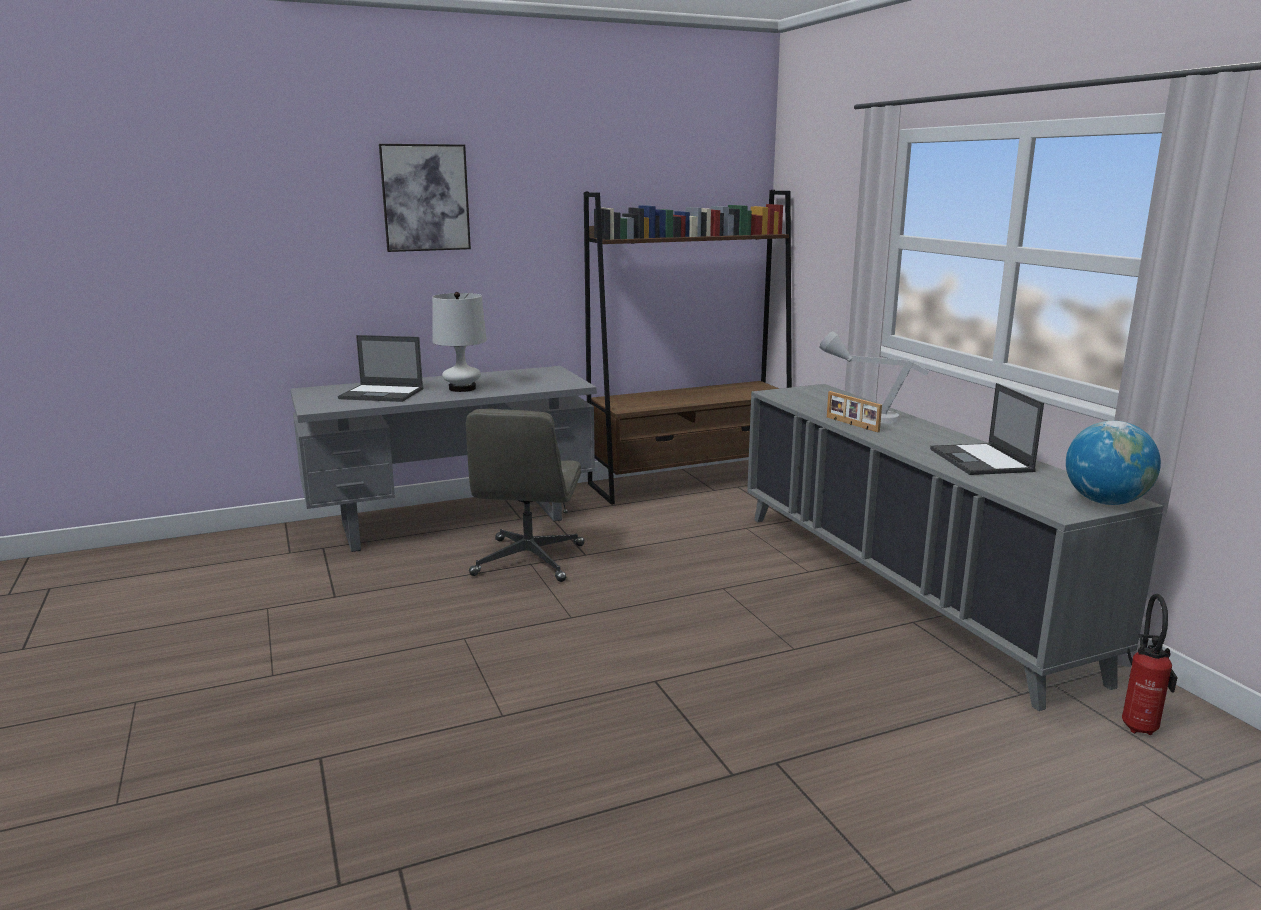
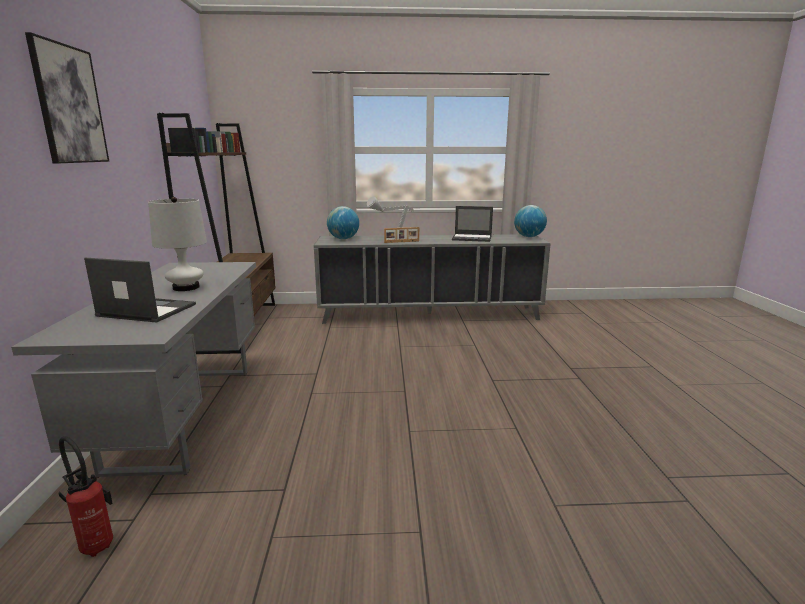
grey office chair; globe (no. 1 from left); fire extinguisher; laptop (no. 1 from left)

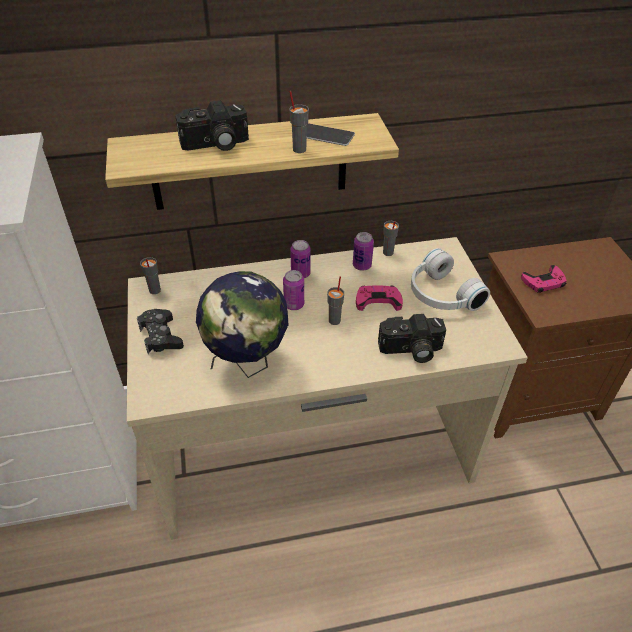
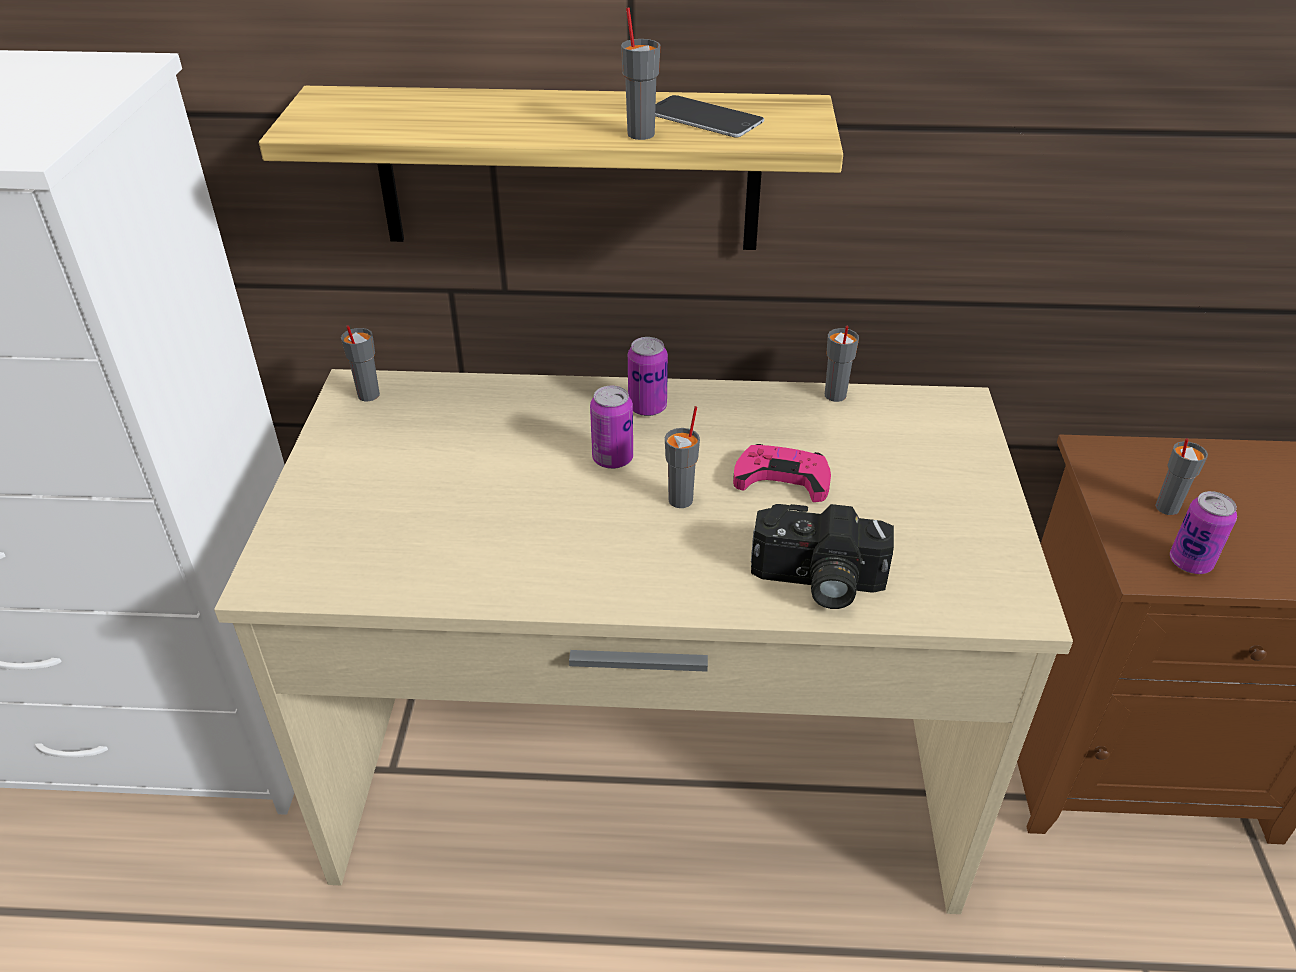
black game controller; photo camera (no. 1 from left in the first image); globe; white headphones; can (no. 3 from left); grey cup (no. 5 from left)

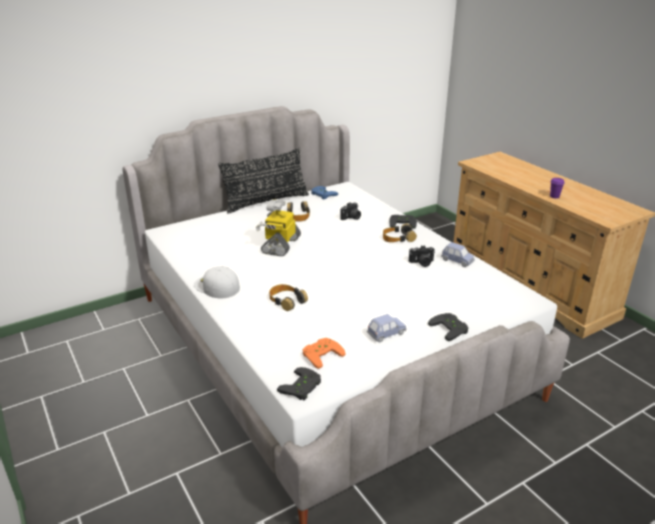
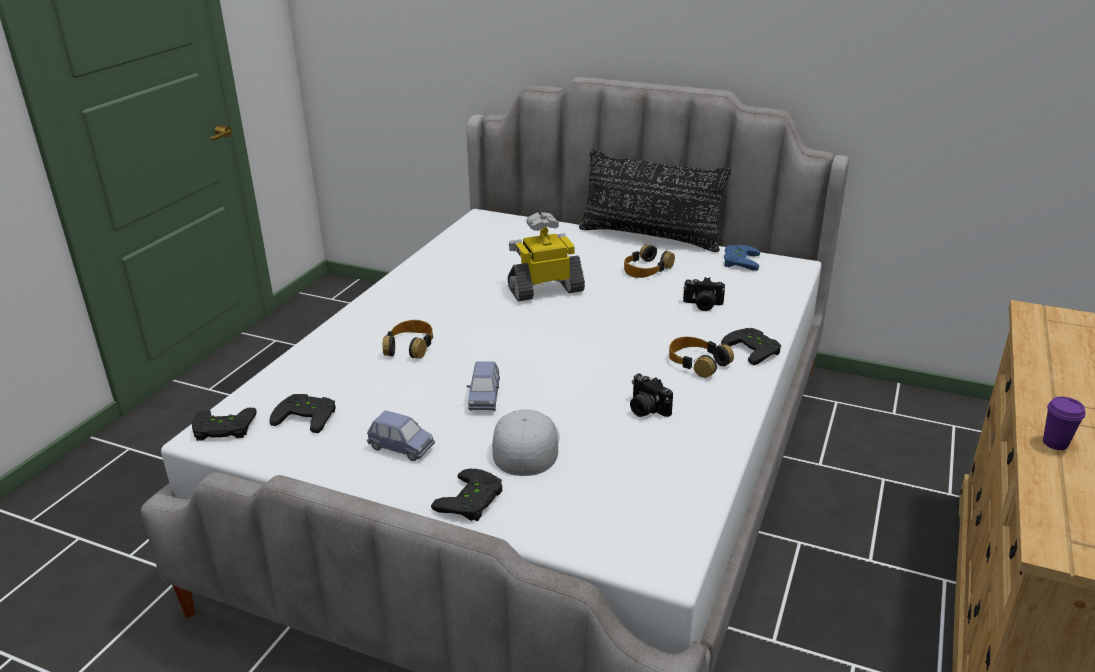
white cap; blue toy car (no. 2 from left); black game controller (no. 2 from left)

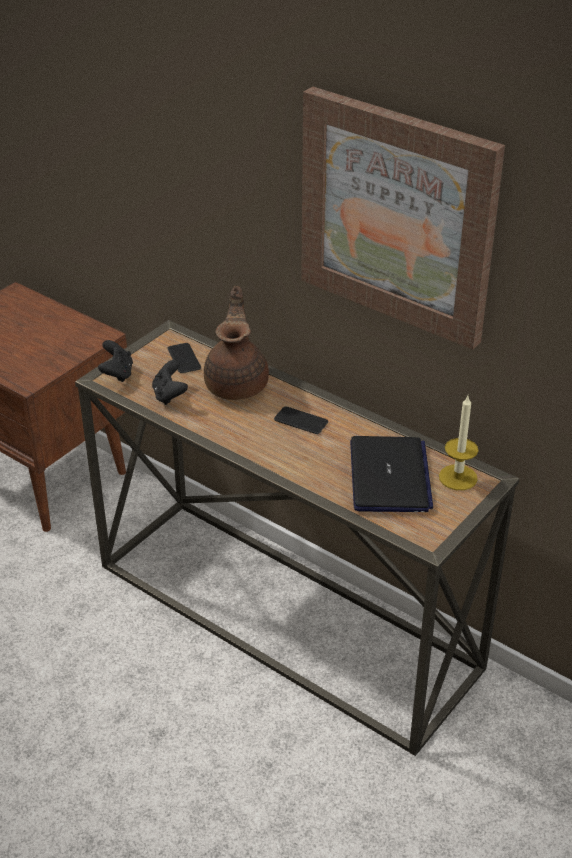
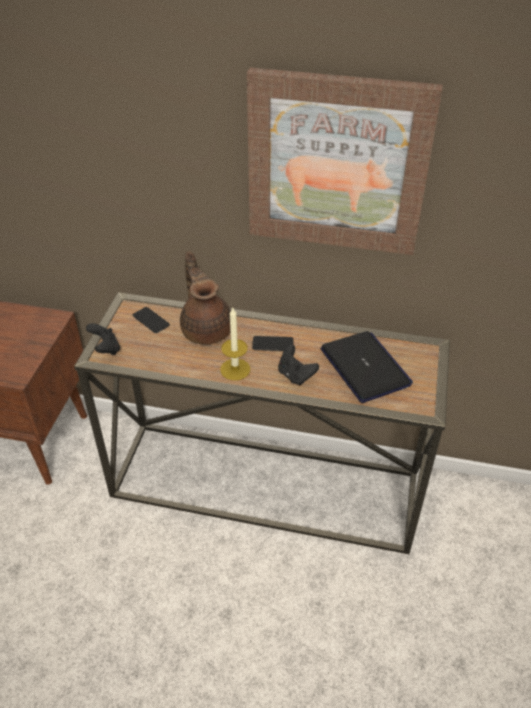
black game controller (no. 2 from left); candle

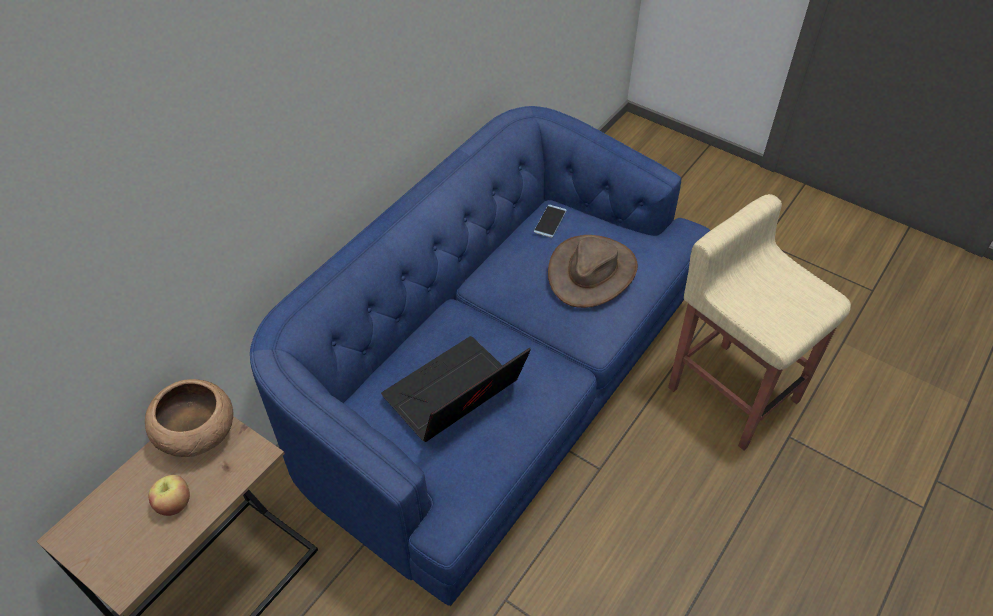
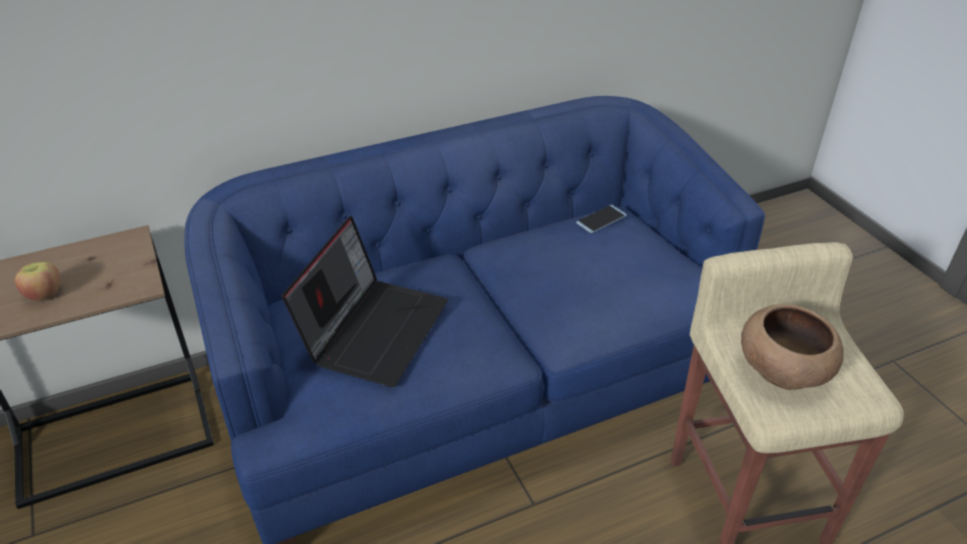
brown hat; brown bowl; laptop

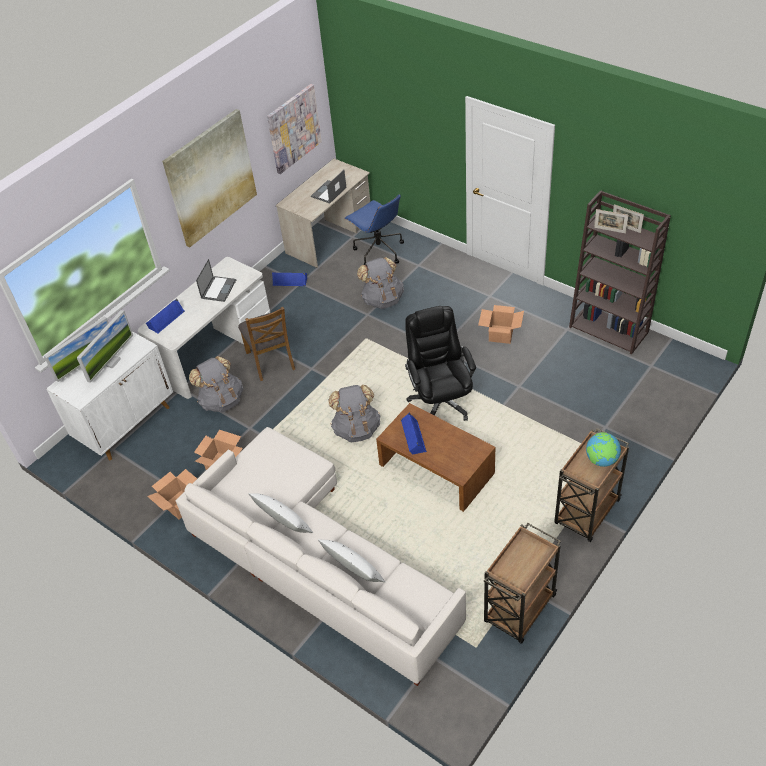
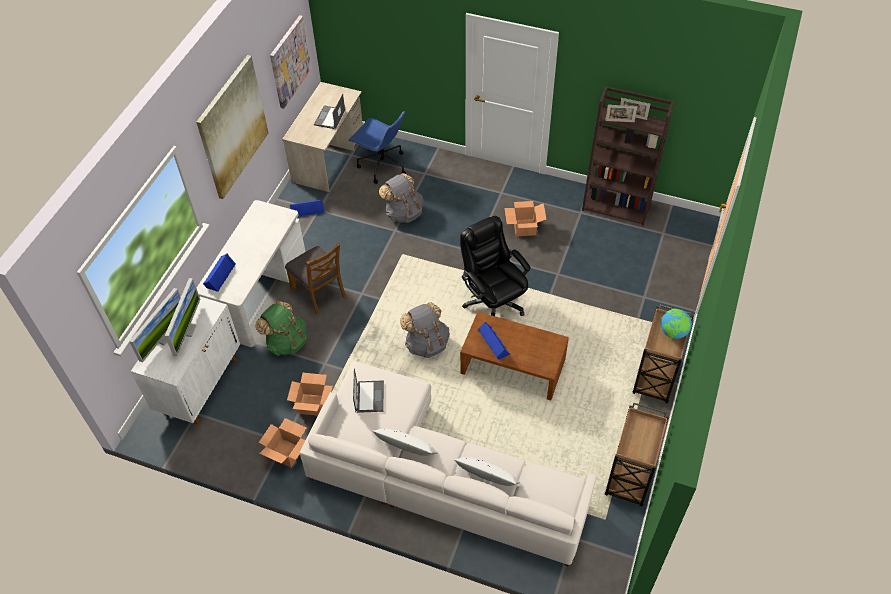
laptop (no. 2 from left); green backpack

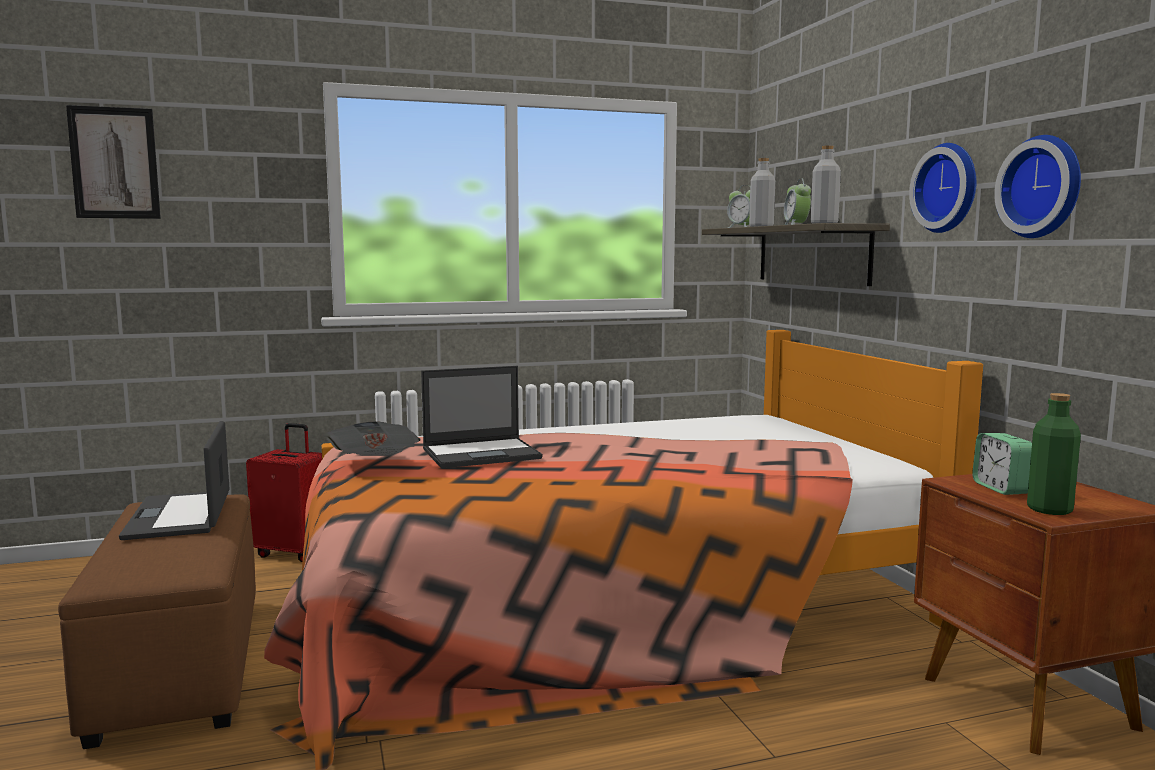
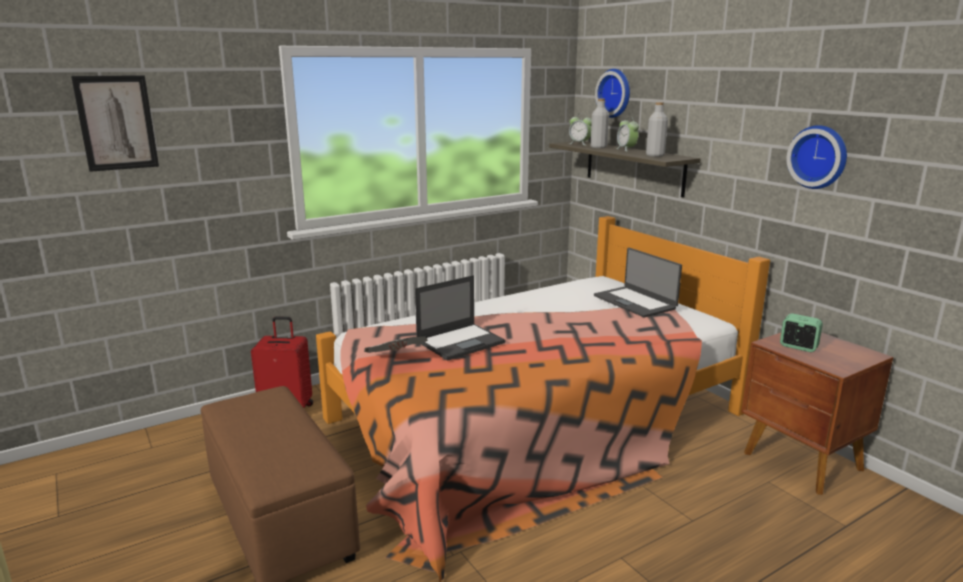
green bottle; laptop (no. 2 from left); wall clock (no. 1 from left); alarm clock (no. 3 from left)

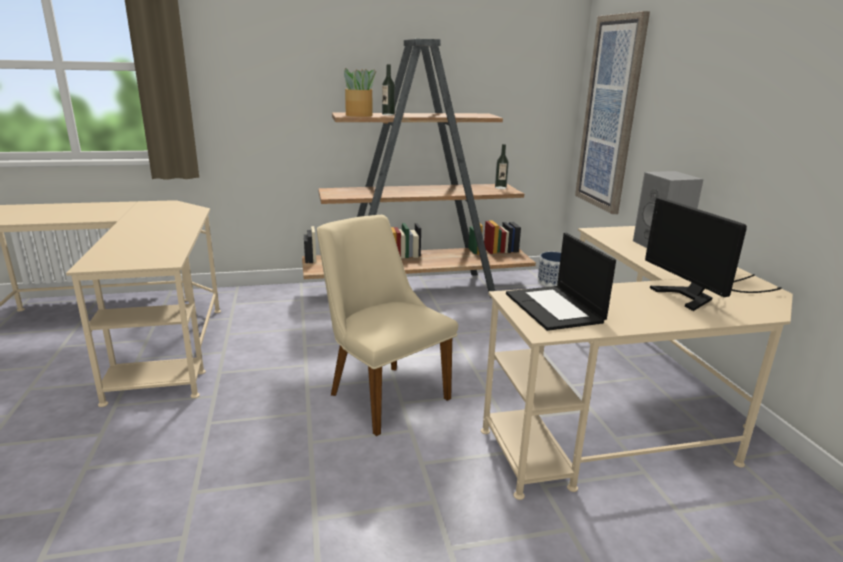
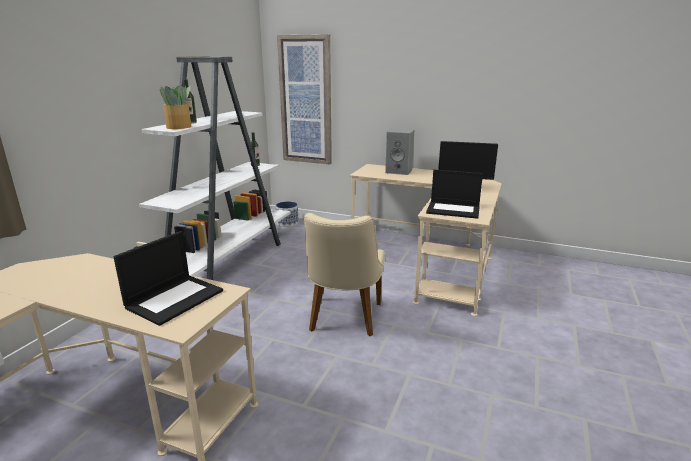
laptop (no. 1 from left); white bookcase; beige chair

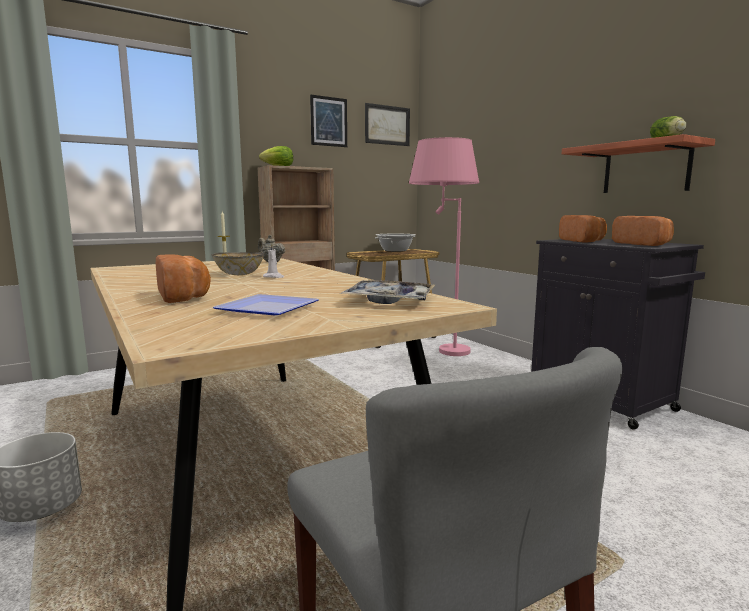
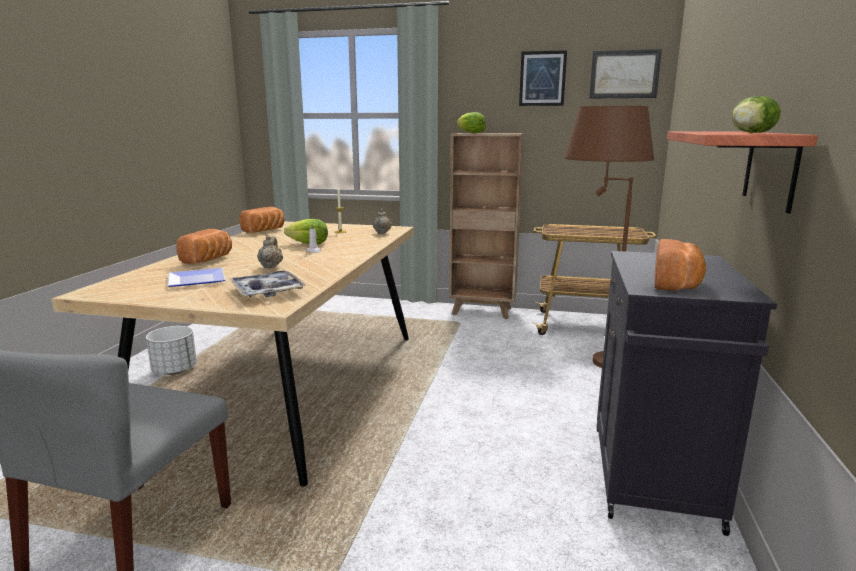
cooking pot; beige teapot (no. 1 from left); bread (no. 2 from left); lettuce (no. 1 from left); brown floor lamp

